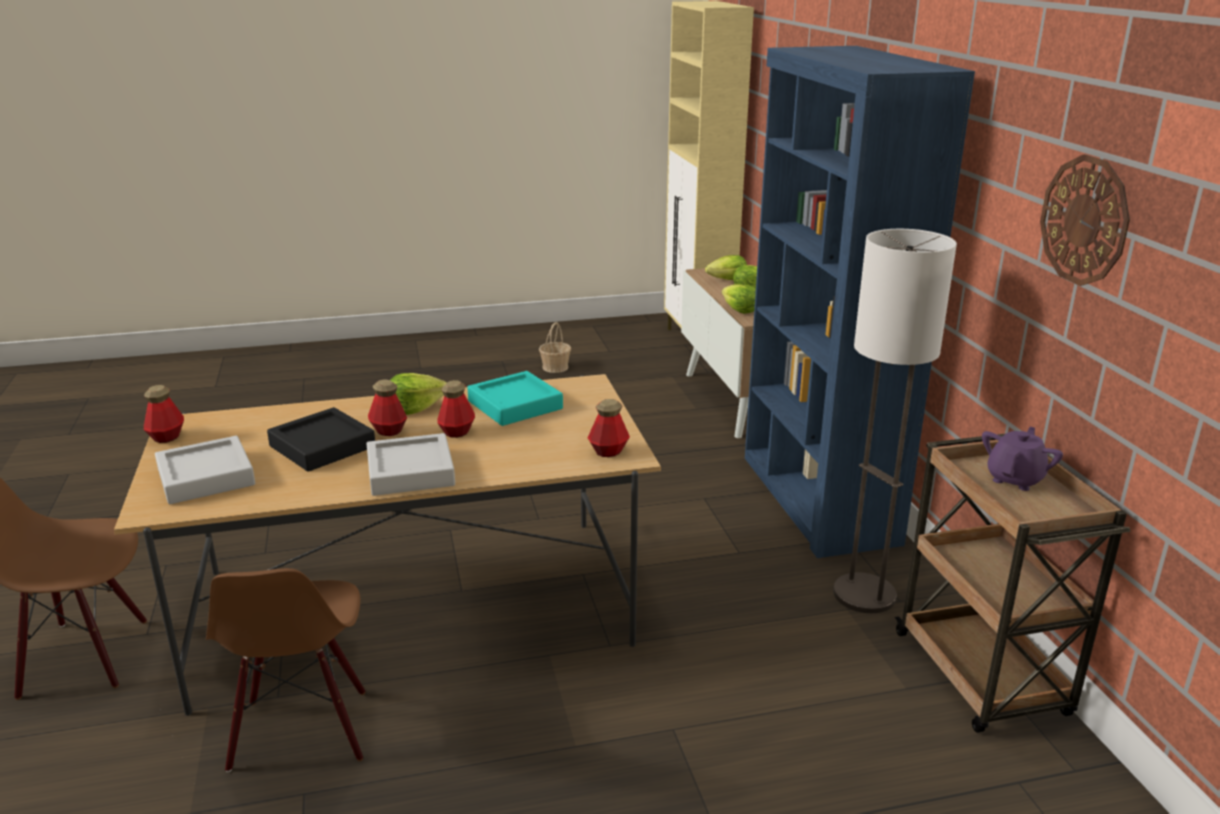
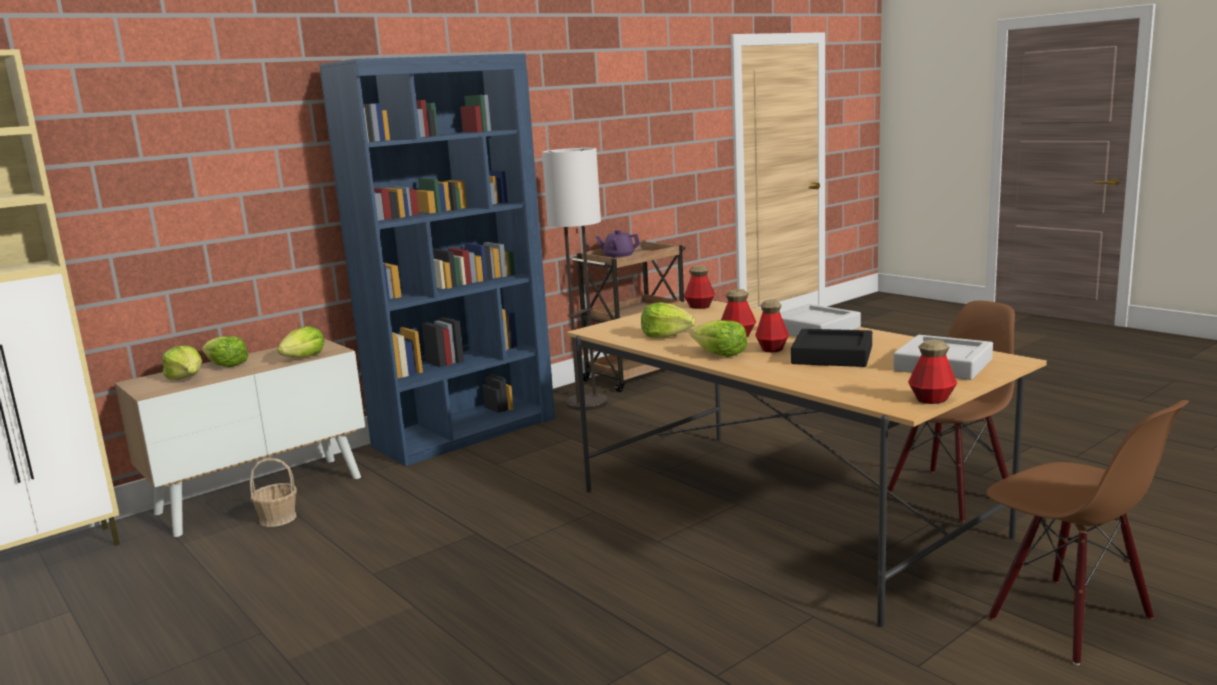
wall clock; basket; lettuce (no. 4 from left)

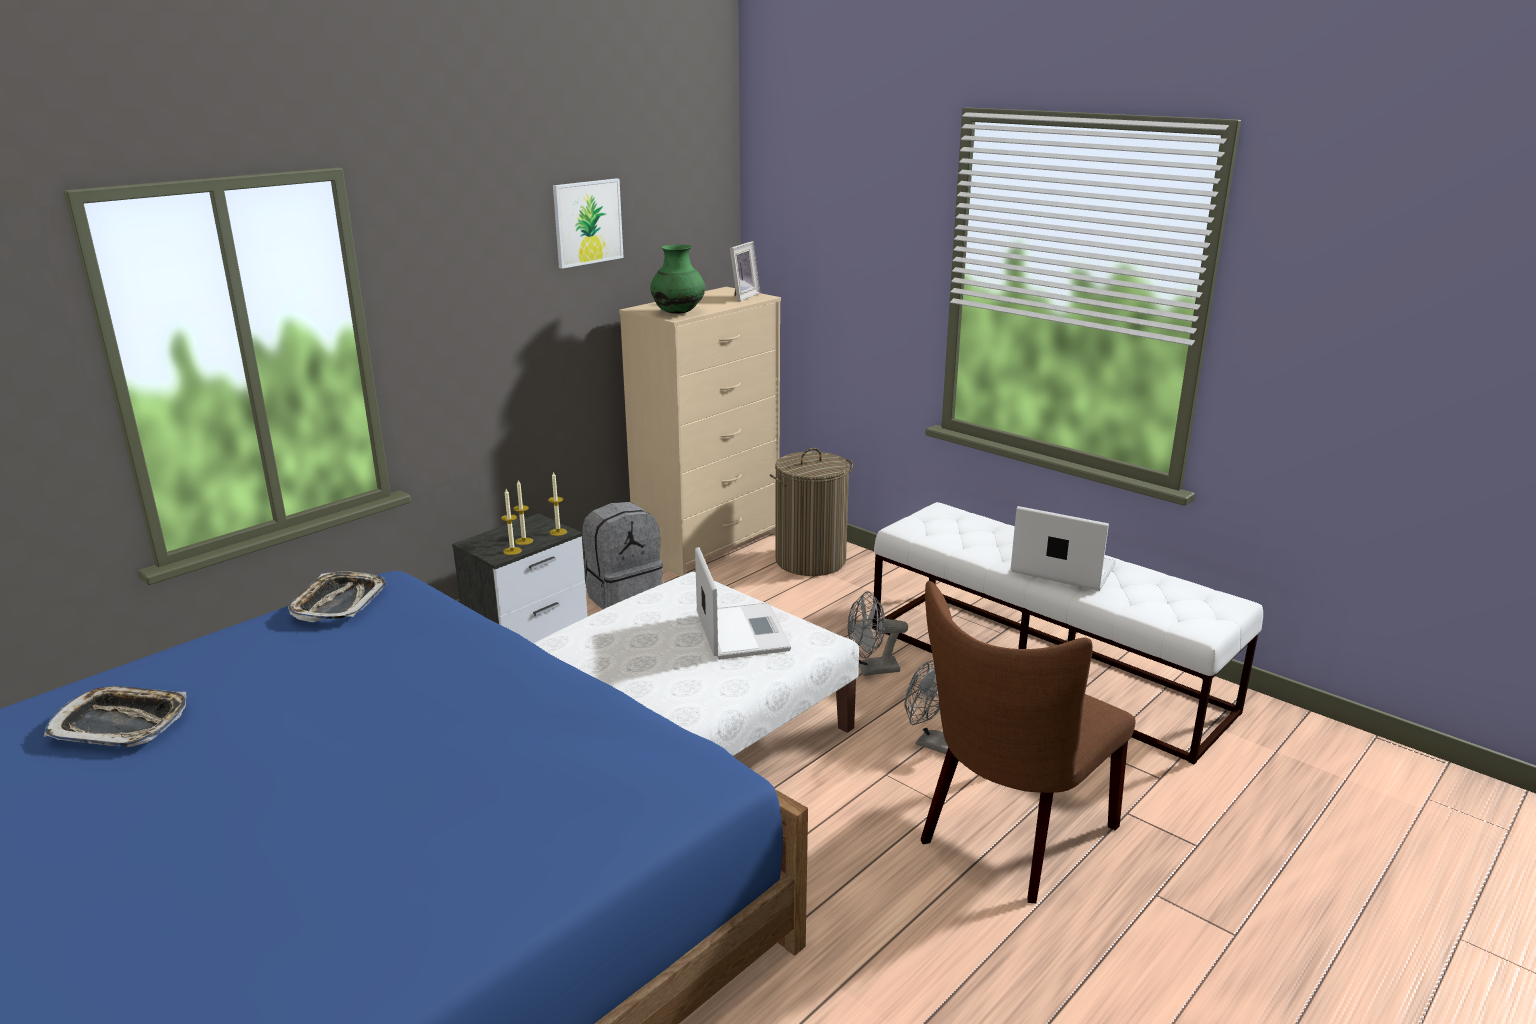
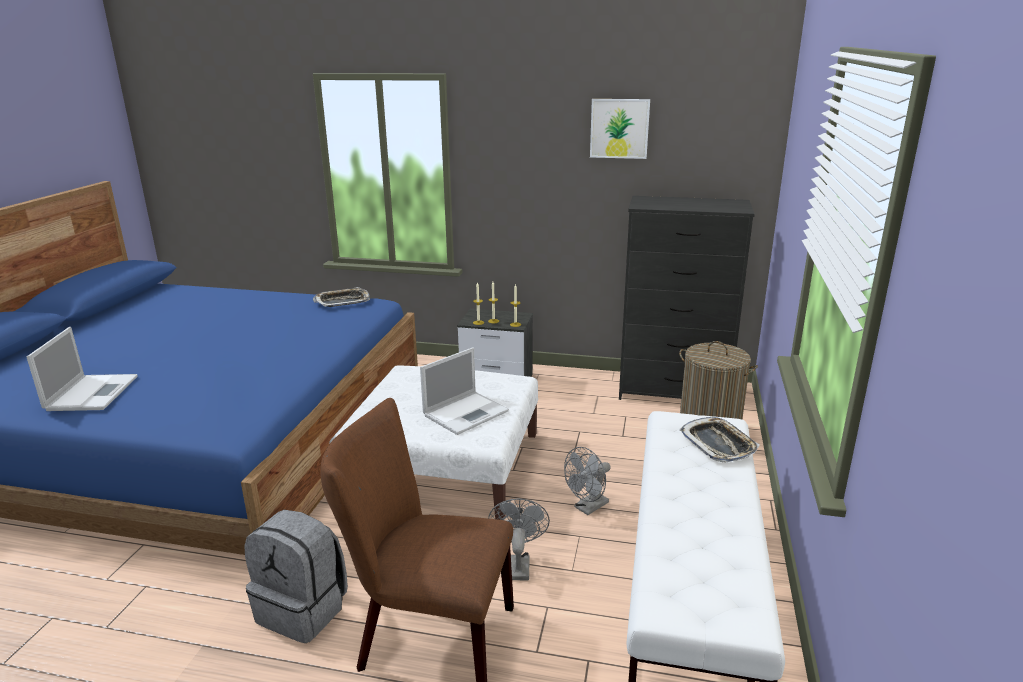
green vase; picture frame; tray (no. 2 from left); grey backpack; laptop (no. 1 from left); black dresser; grey fan (no. 2 from left)

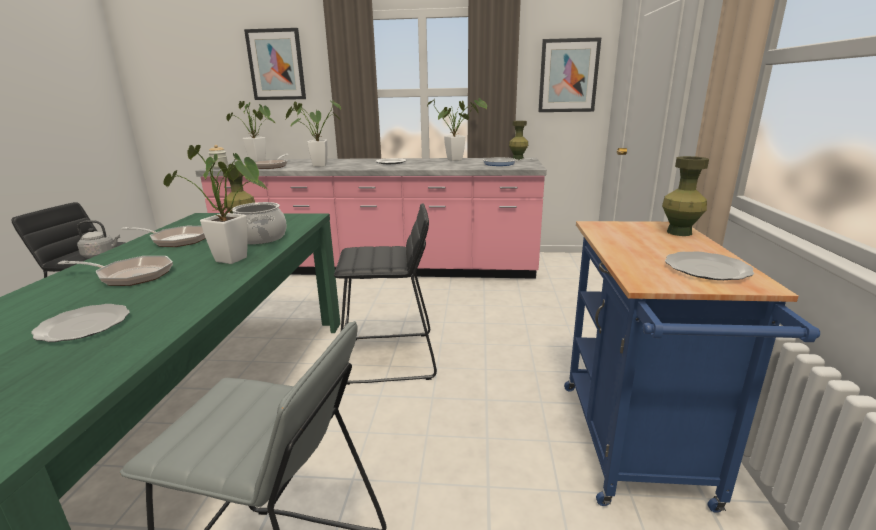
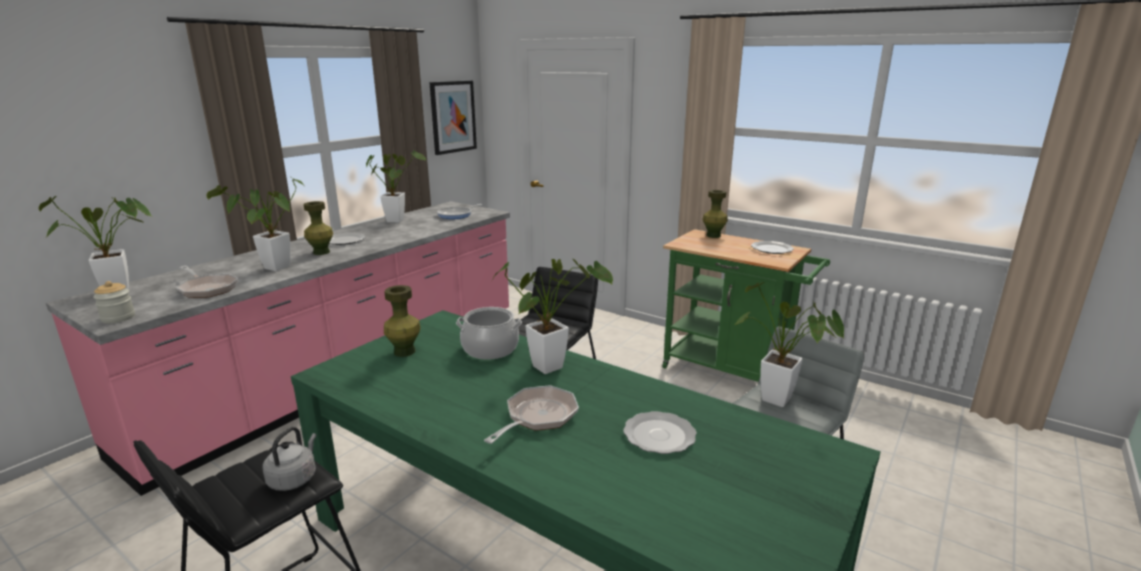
frying pan (no. 2 from left in the first image); picture (no. 1 from left in the first image); potted plant (no. 5 from left); green vase (no. 1 from left); green cart

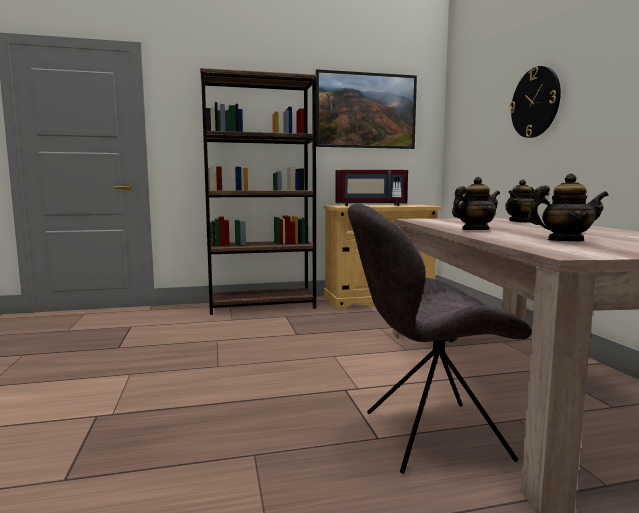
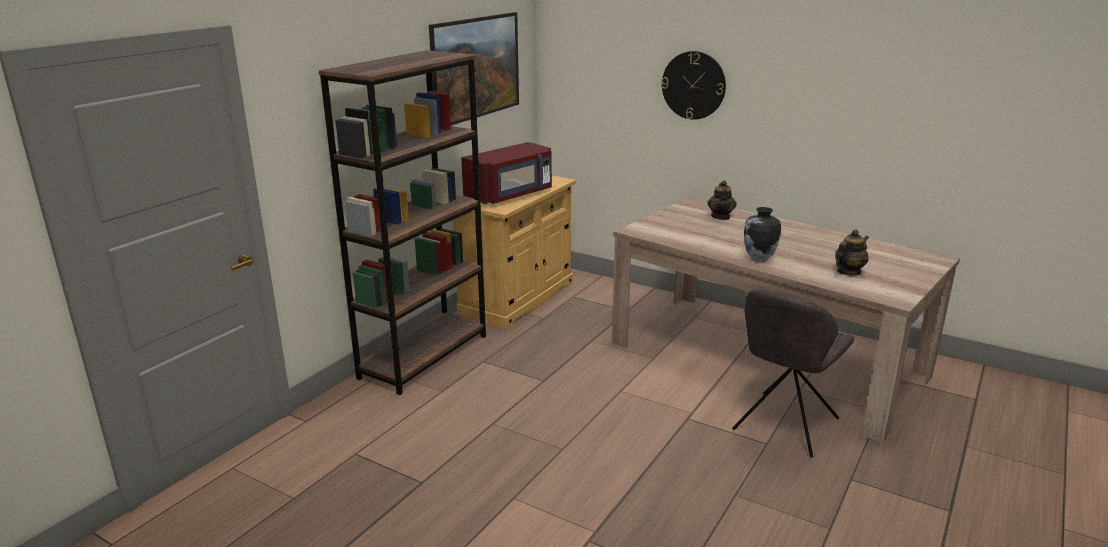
vase

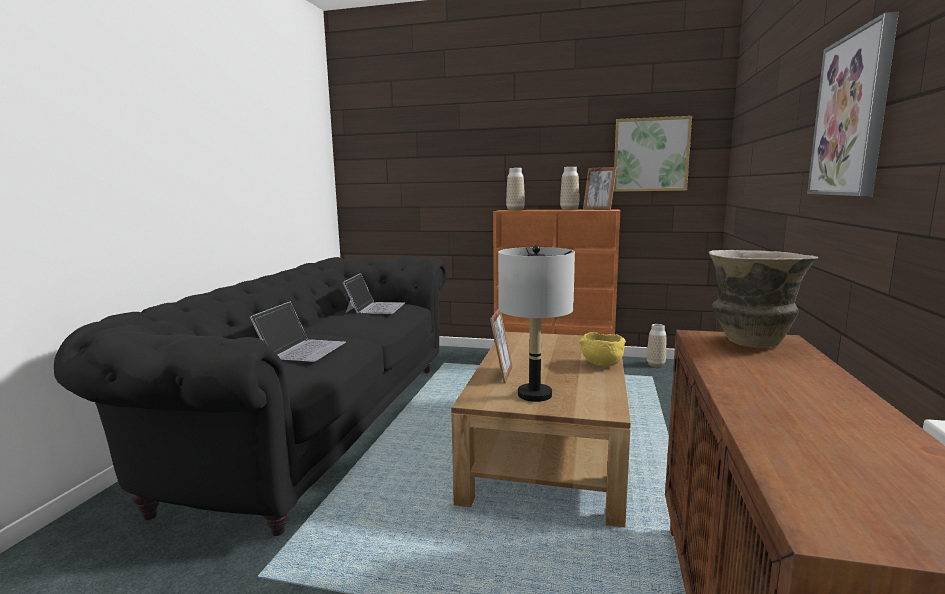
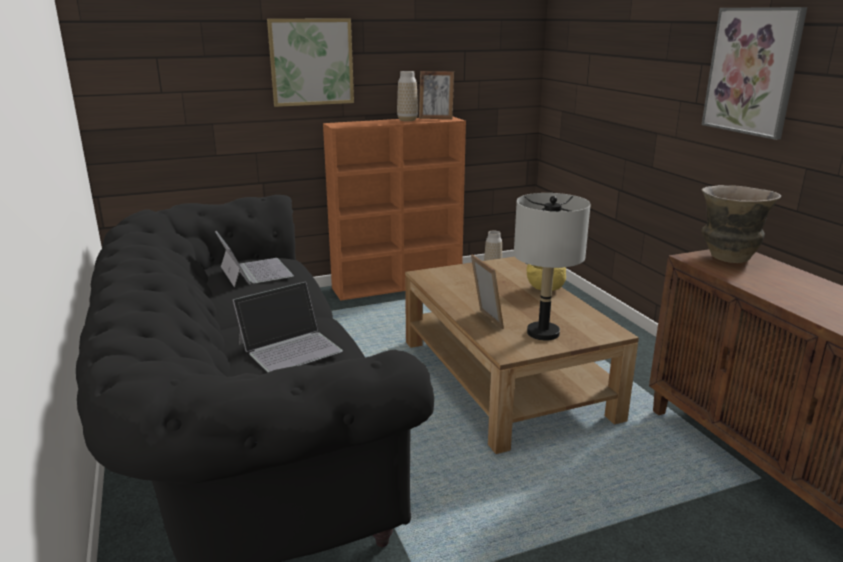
vase (no. 1 from left in the first image); picture (no. 1 from left); laptop (no. 2 from left)

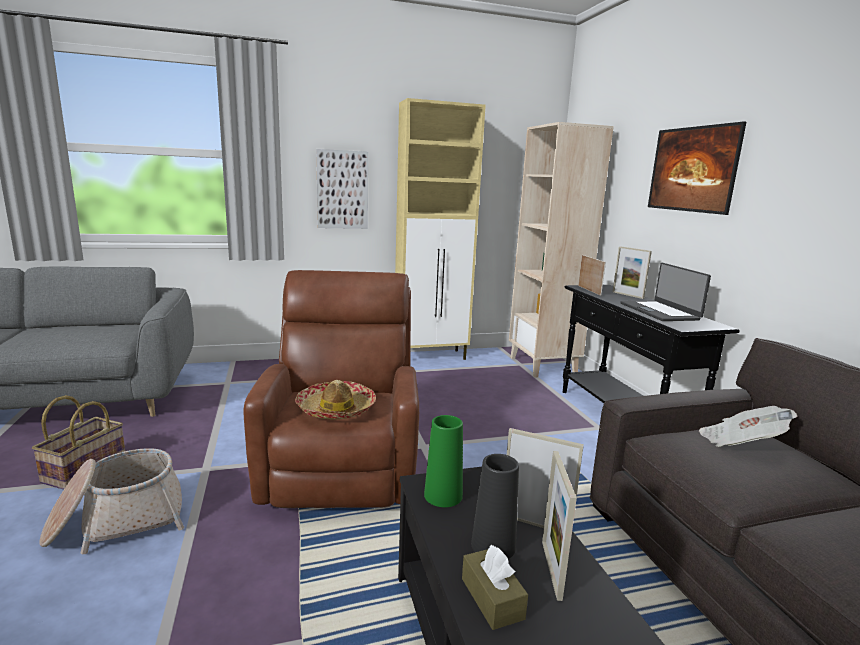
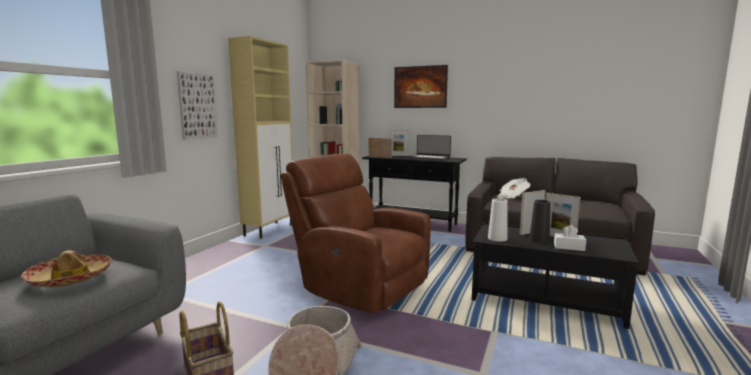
hat; white vase; white tissue box

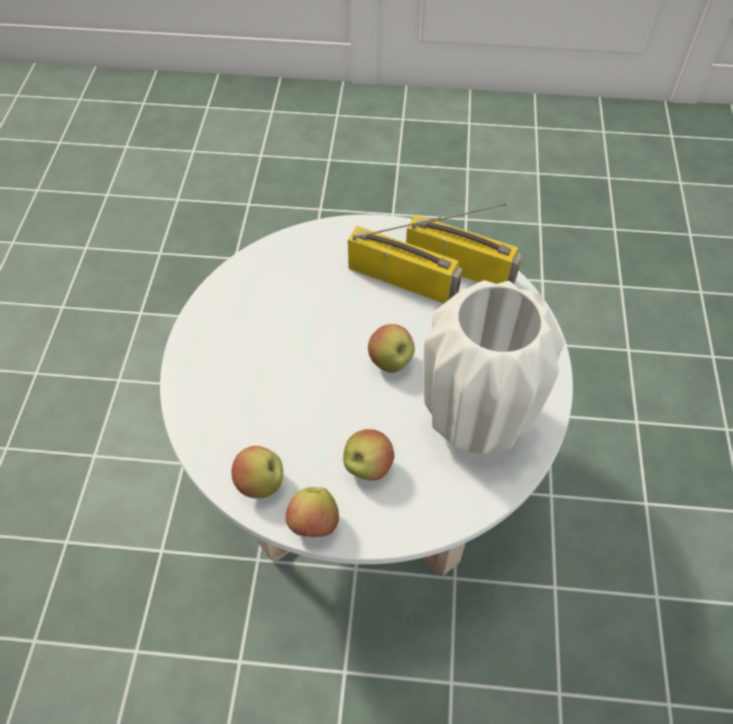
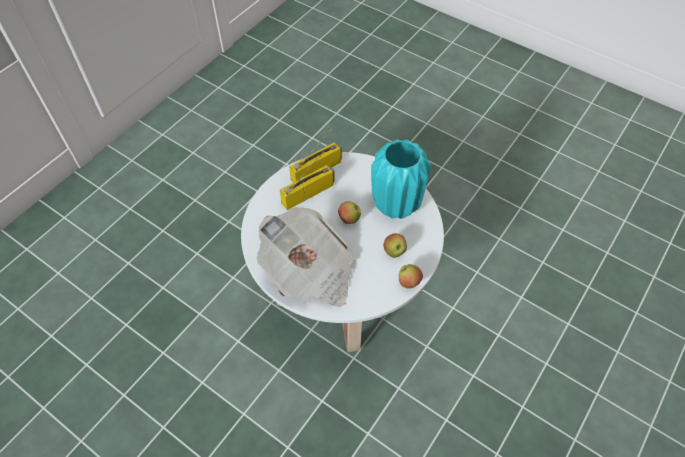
apple (no. 1 from left in the first image); newspaper; turquoise vase

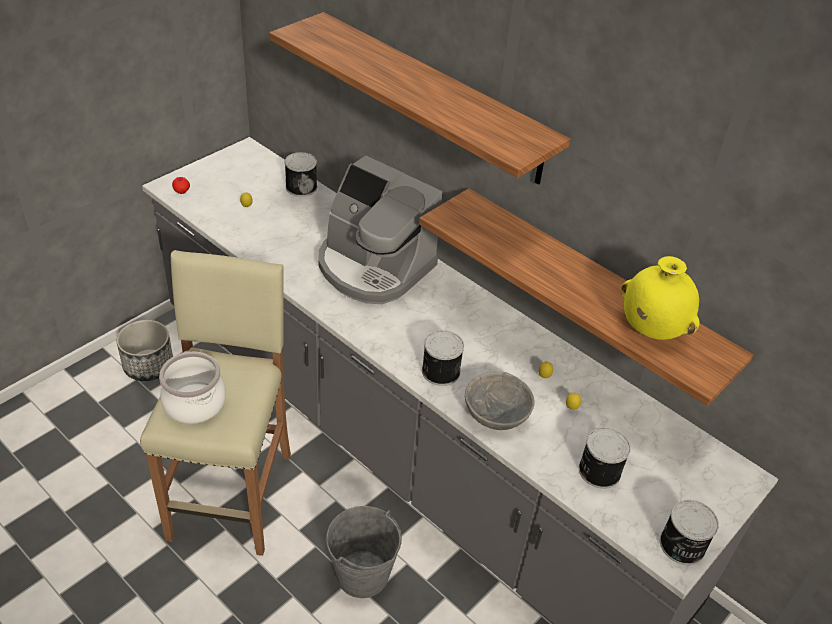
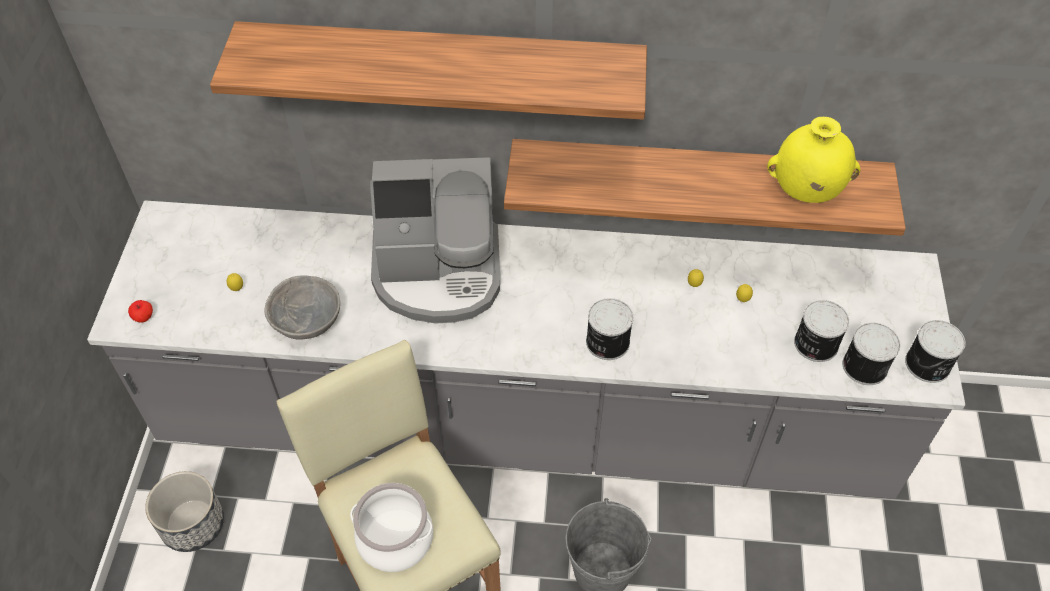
can (no. 3 from left); grey bowl

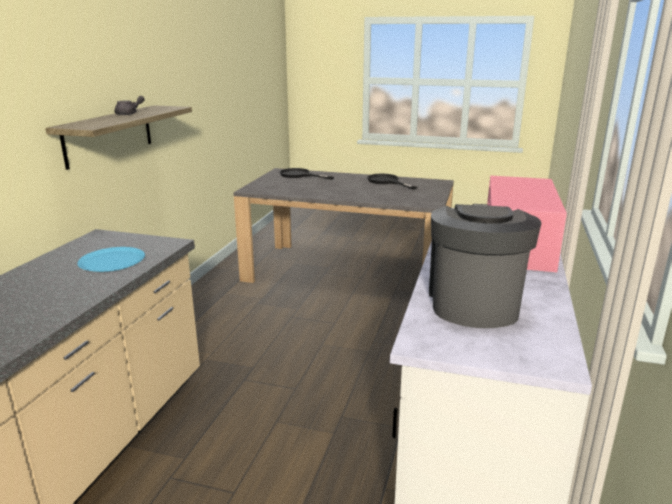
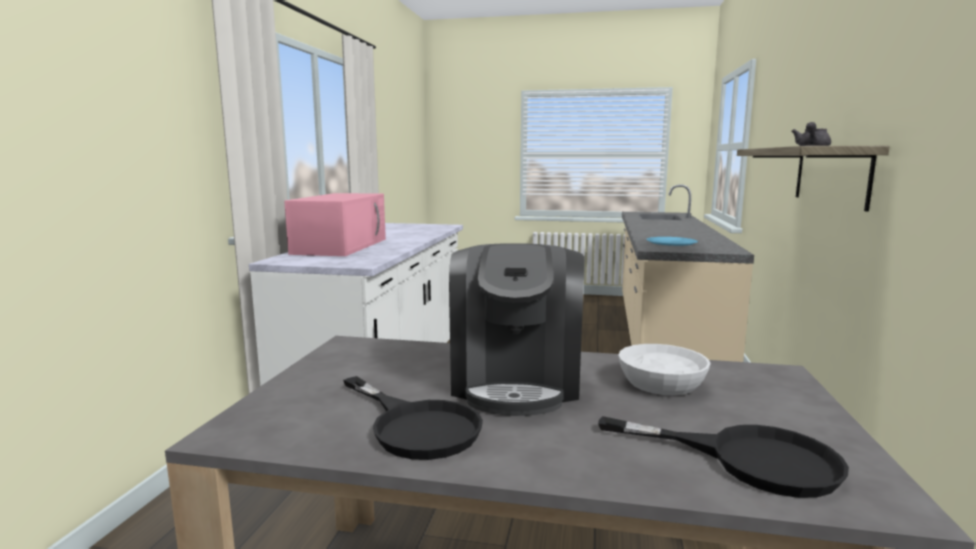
white bowl; coffee machine

